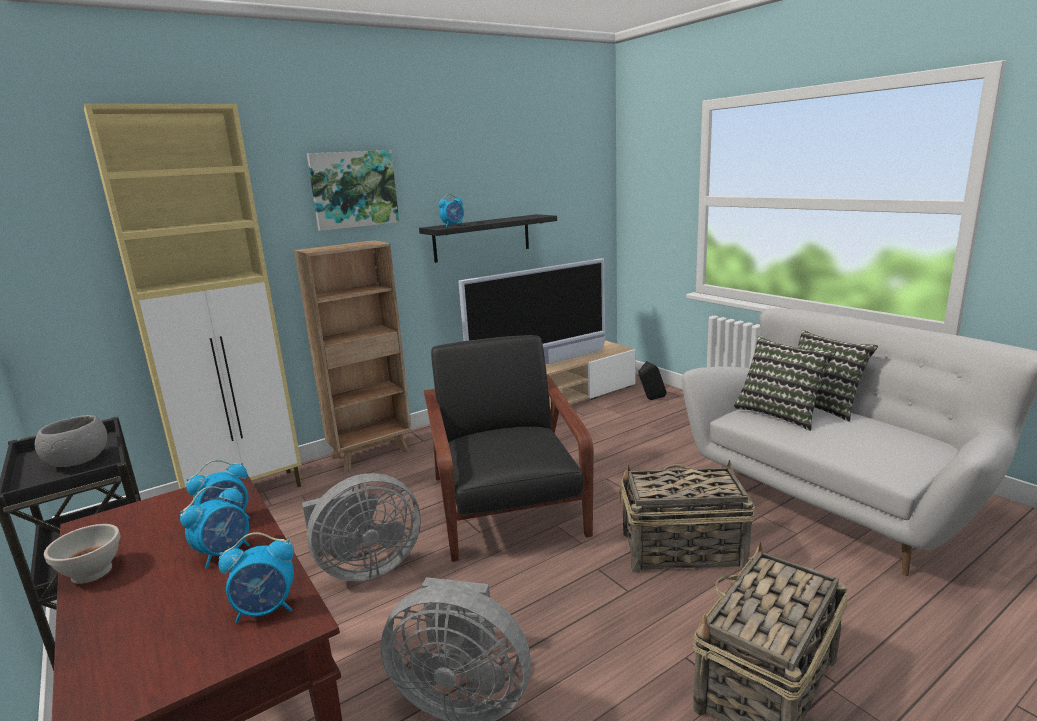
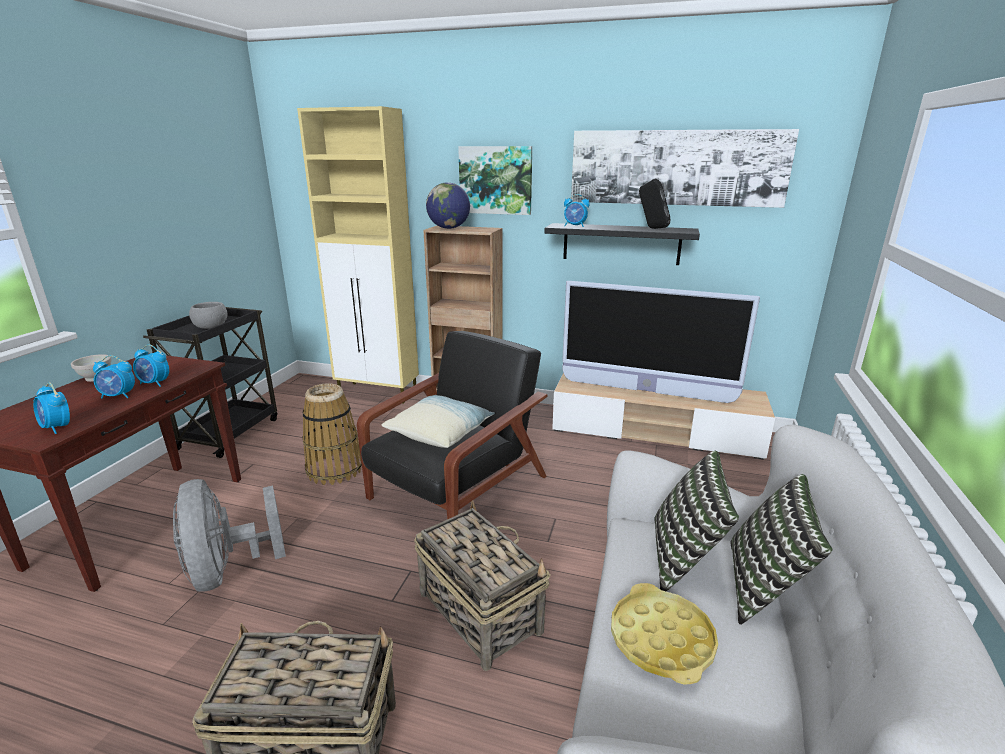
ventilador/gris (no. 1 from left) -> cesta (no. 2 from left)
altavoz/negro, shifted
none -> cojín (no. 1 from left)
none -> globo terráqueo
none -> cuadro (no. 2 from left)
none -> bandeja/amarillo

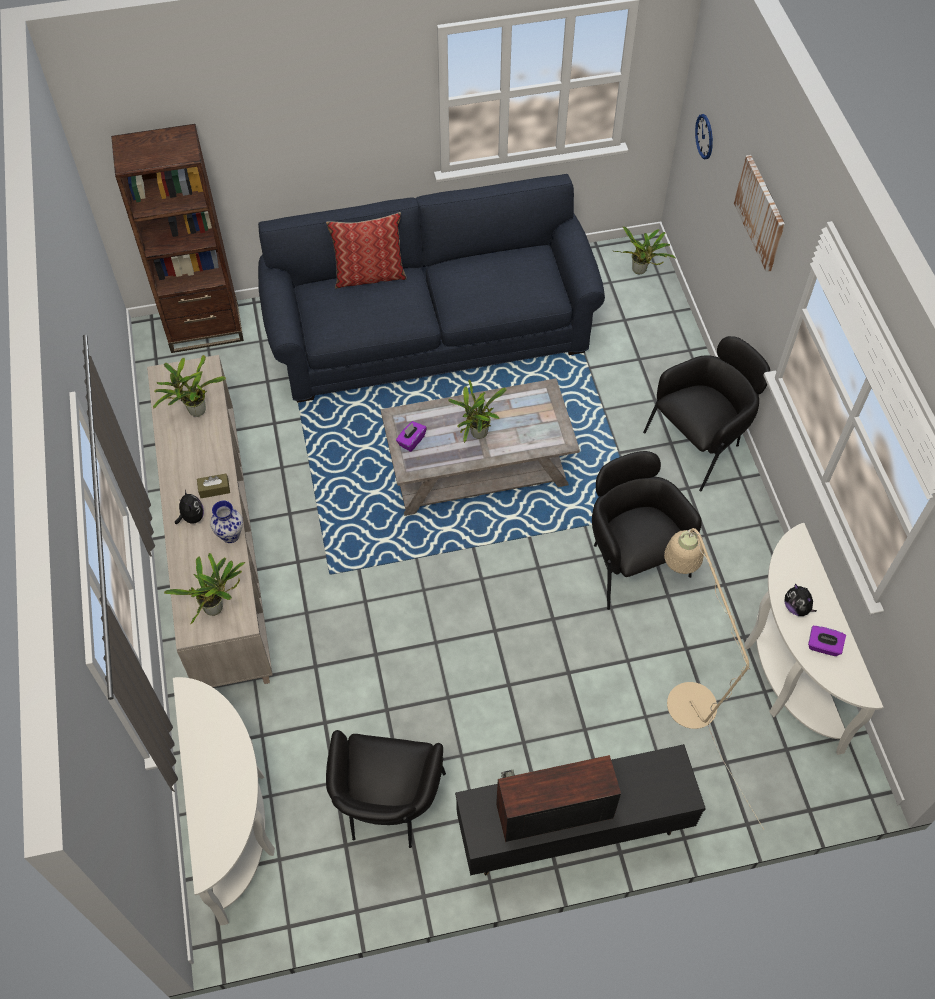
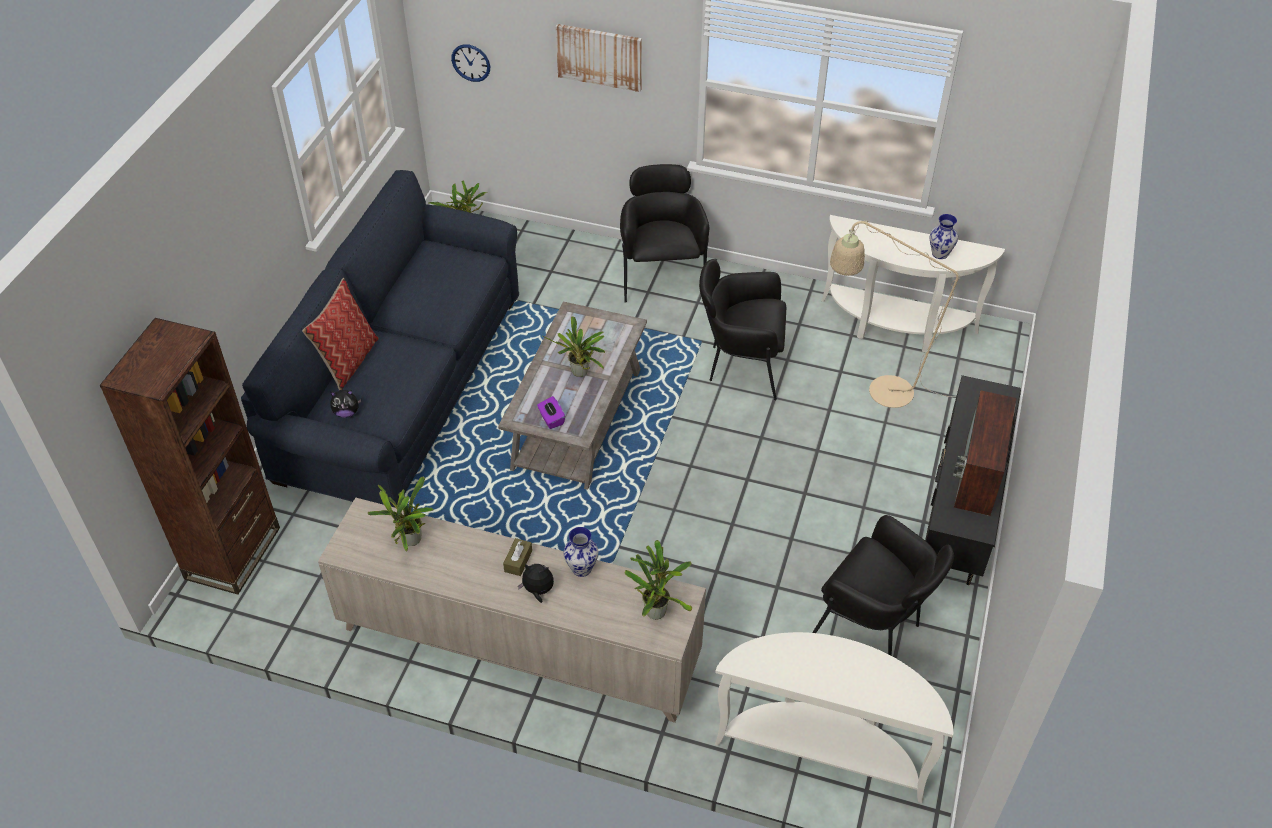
peluche (no. 2 from left in the first image) -> peluche (no. 1 from left), shifted
caja de pañuelos/morado (no. 2 from left) -> florero (no. 2 from left)

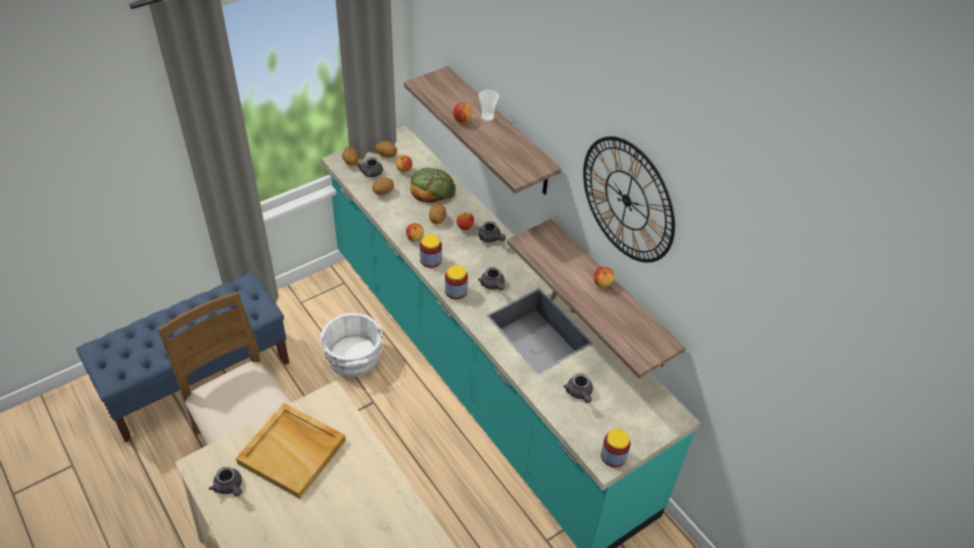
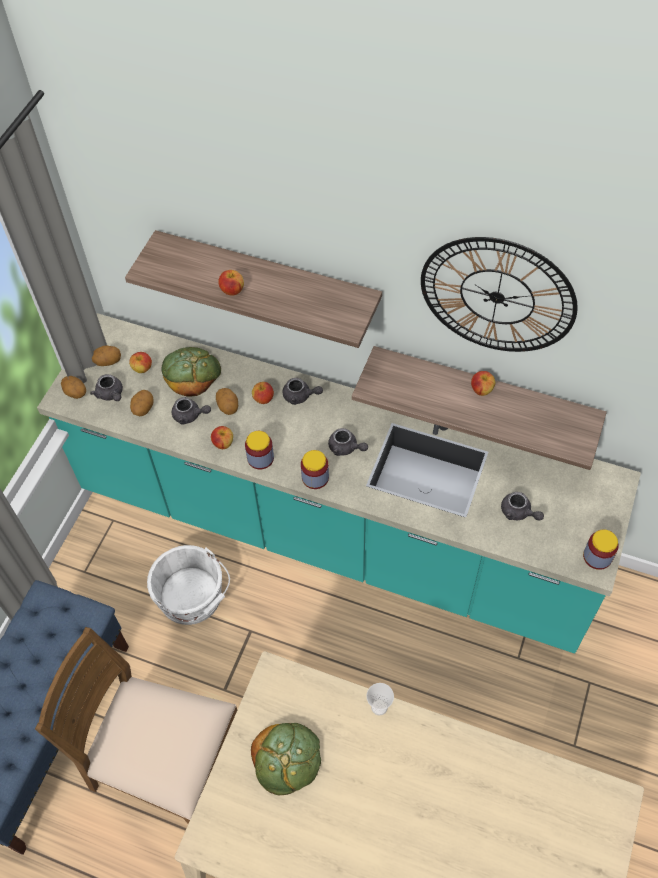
tetera/gris (no. 1 from left in the first image) -> tetera/gris (no. 2 from left), shifted
bandeja/beis -> pan (no. 2 from left)
taza, shifted

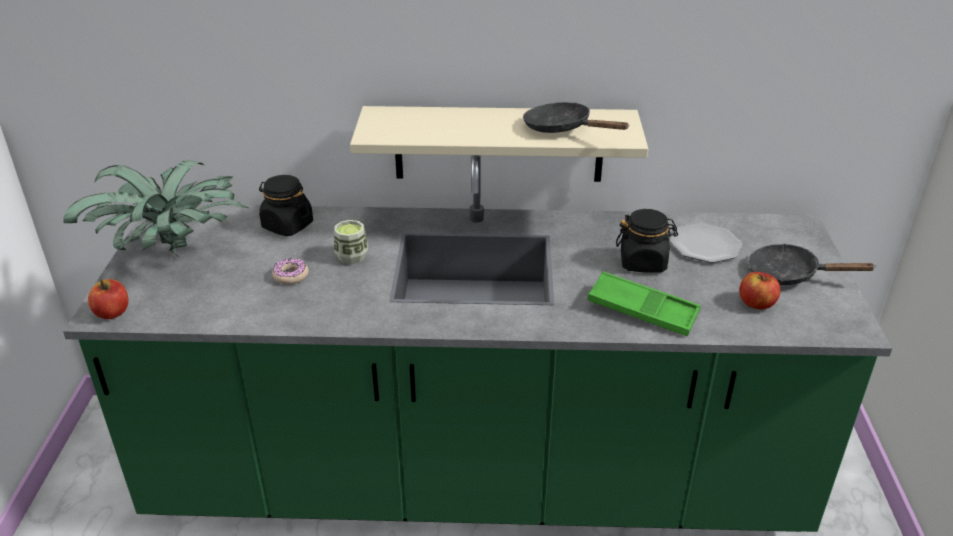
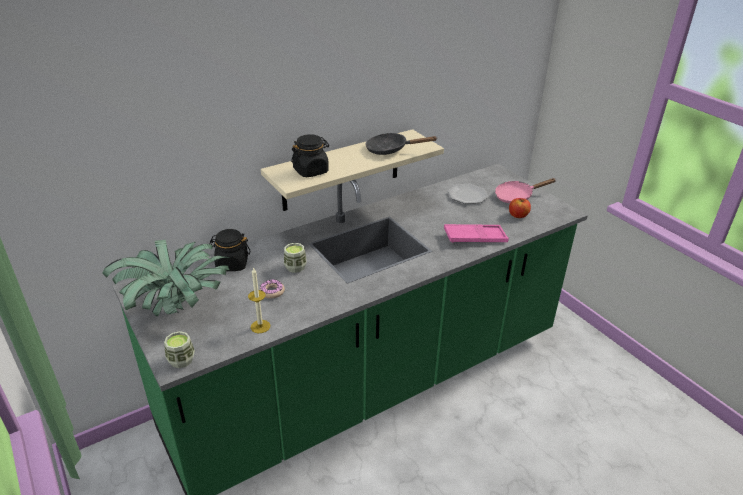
manzana (no. 1 from left) -> taza (no. 1 from left)
bandeja/verde -> bandeja/rosa
tarro/negro (no. 2 from left), shifted
sartén/negro (no. 2 from left) -> sartén/rosa
none -> vela

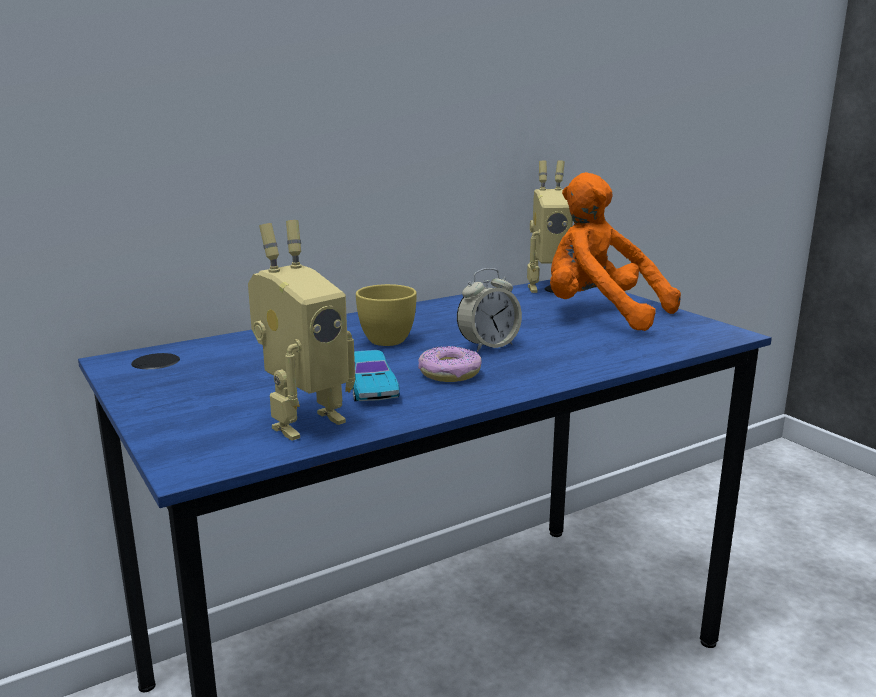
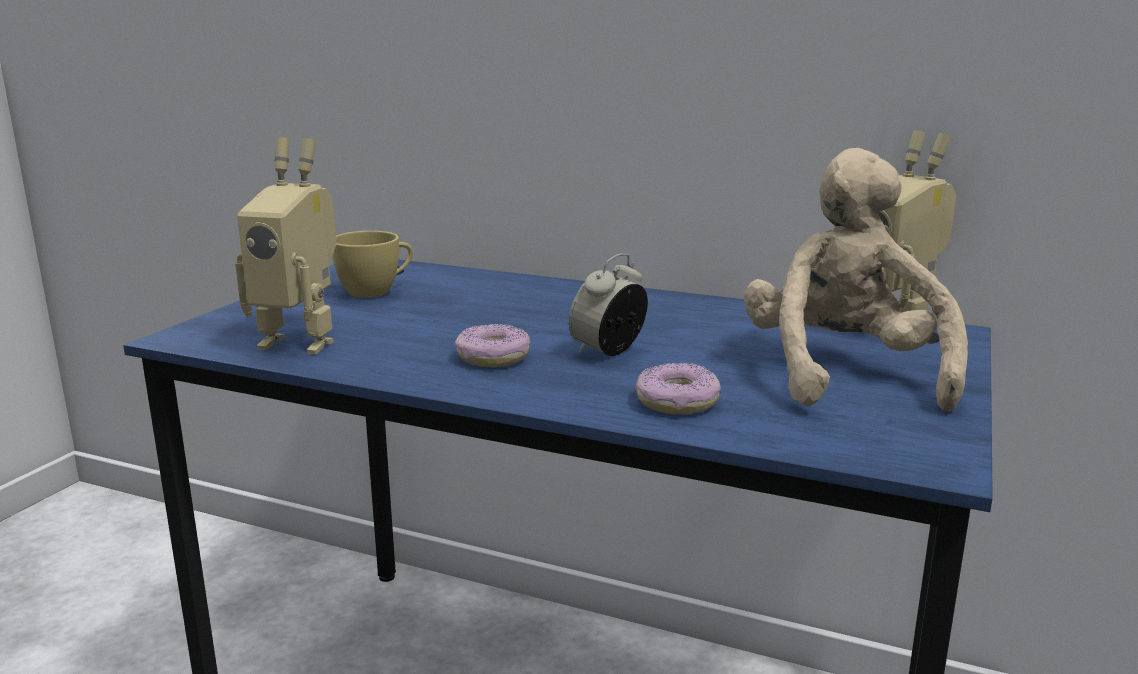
coche de juguete/turquesa -> none
taza/amarillo, shifted
despertador, 105 degrees clockwise
peluche/naranja -> peluche/beis
none -> rosquilla (no. 2 from left)

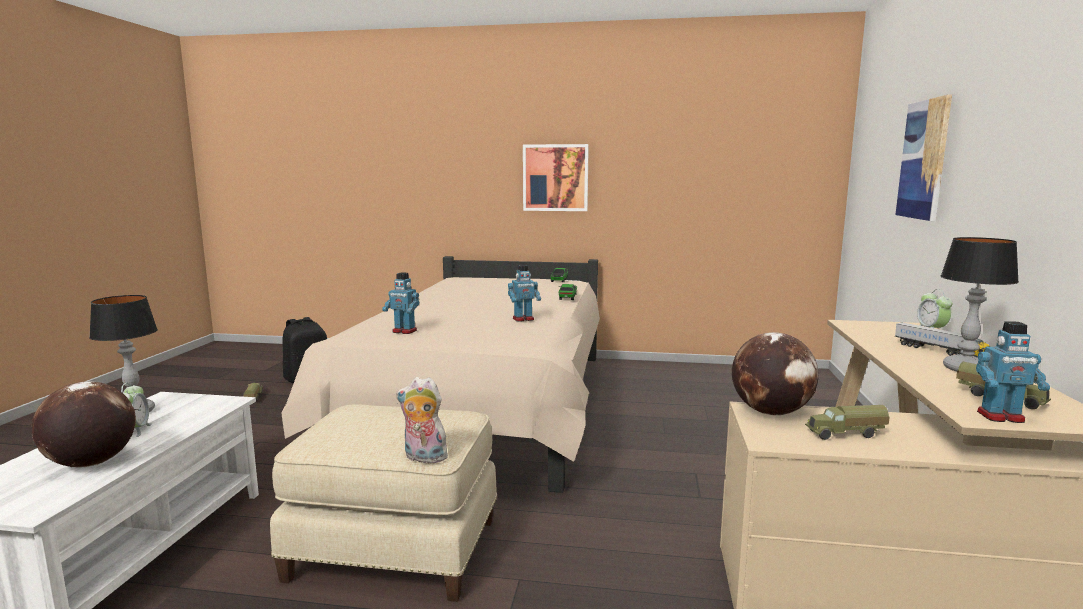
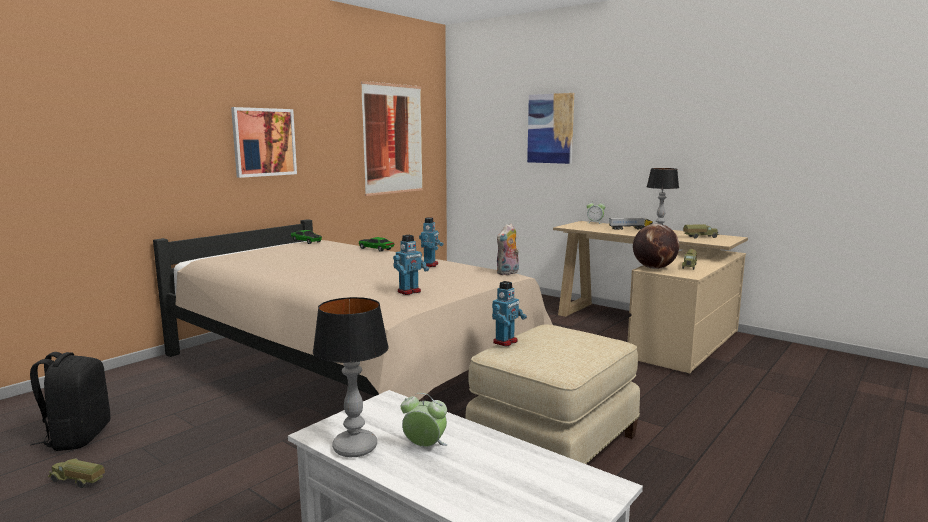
globo terráqueo (no. 1 from left) -> none
peluche, shifted
robot de juguete (no. 3 from left), shifted
none -> cuadro (no. 2 from left)

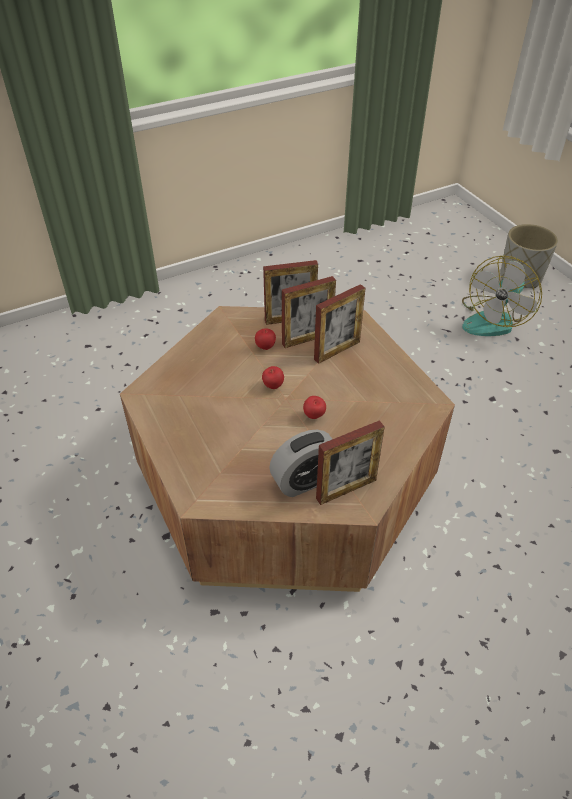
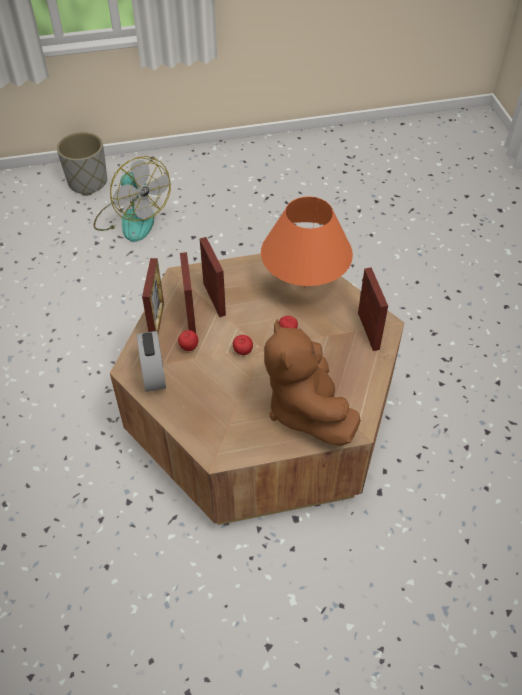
despertador, shifted
none -> lámpara de mesa/naranja
none -> peluche/marrón

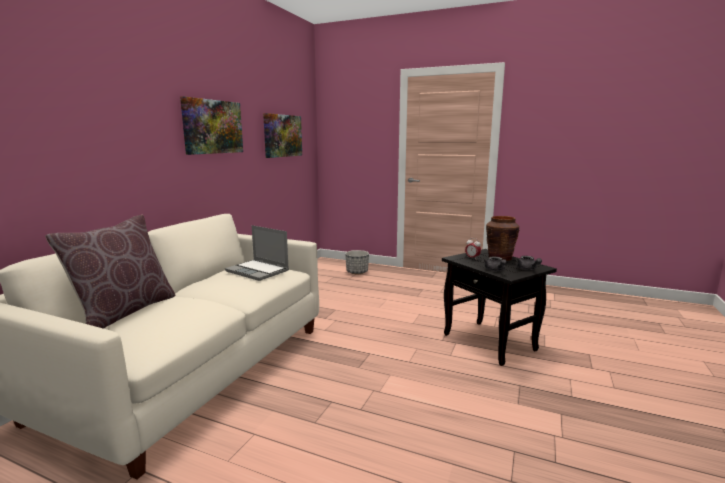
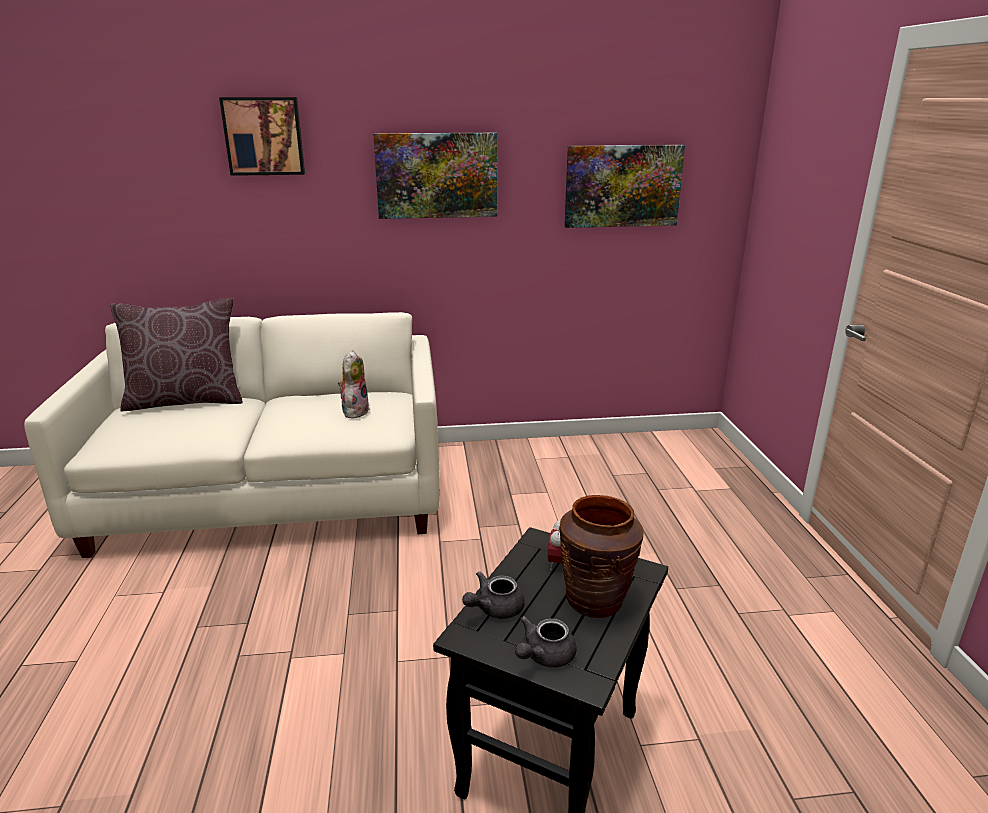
portátil -> peluche
maceta -> none
none -> cuadro (no. 1 from left)

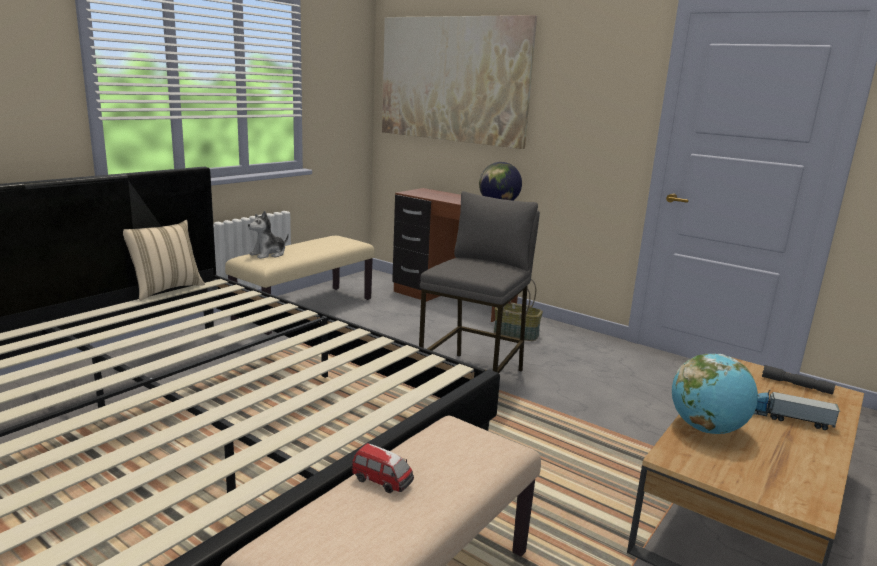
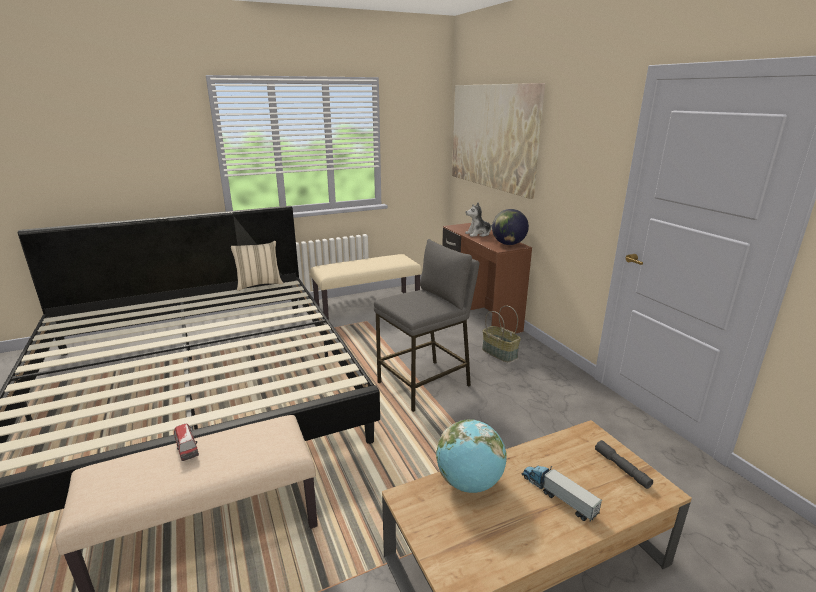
peluche, shifted

